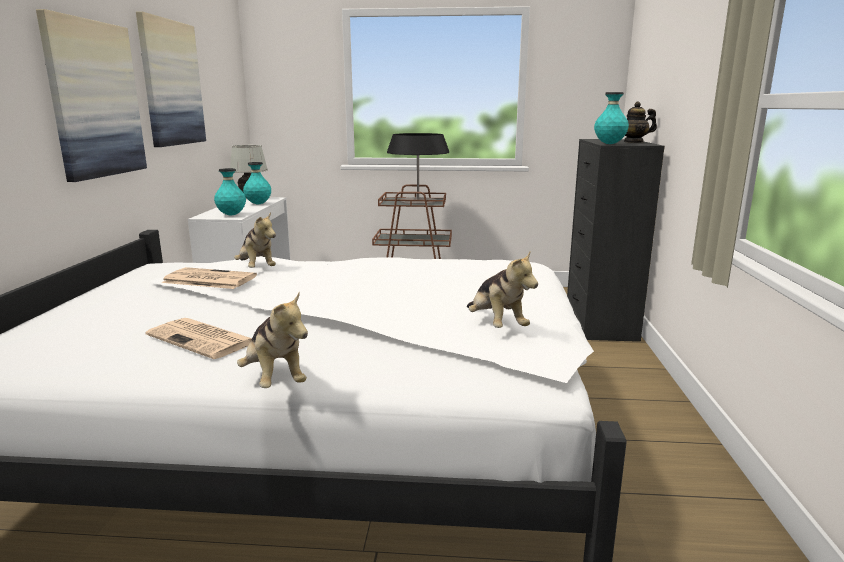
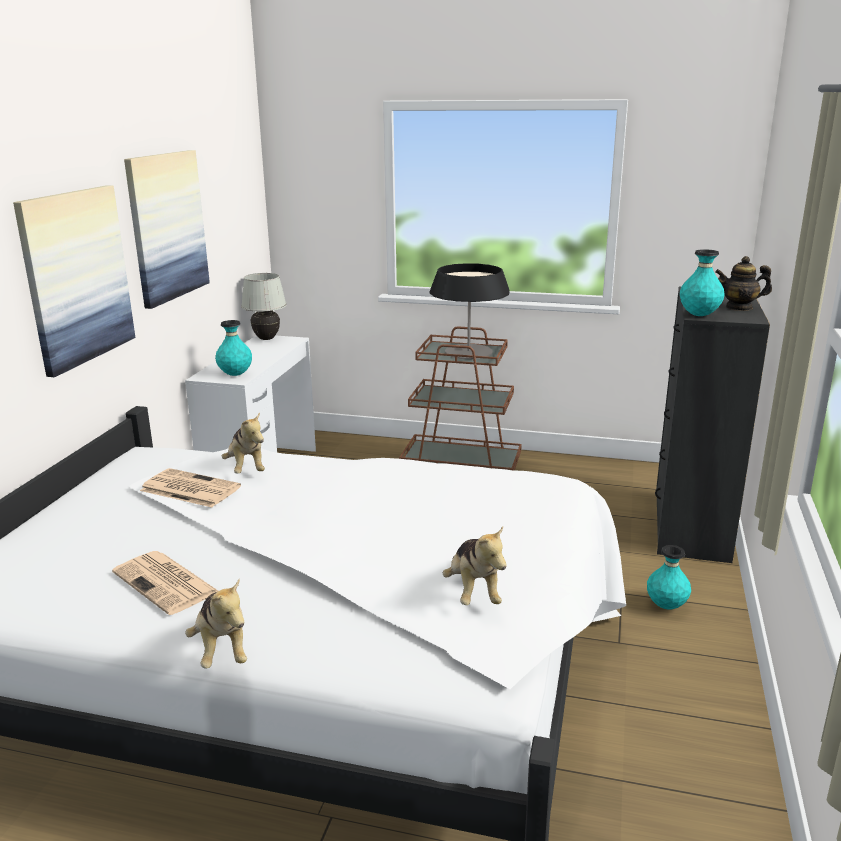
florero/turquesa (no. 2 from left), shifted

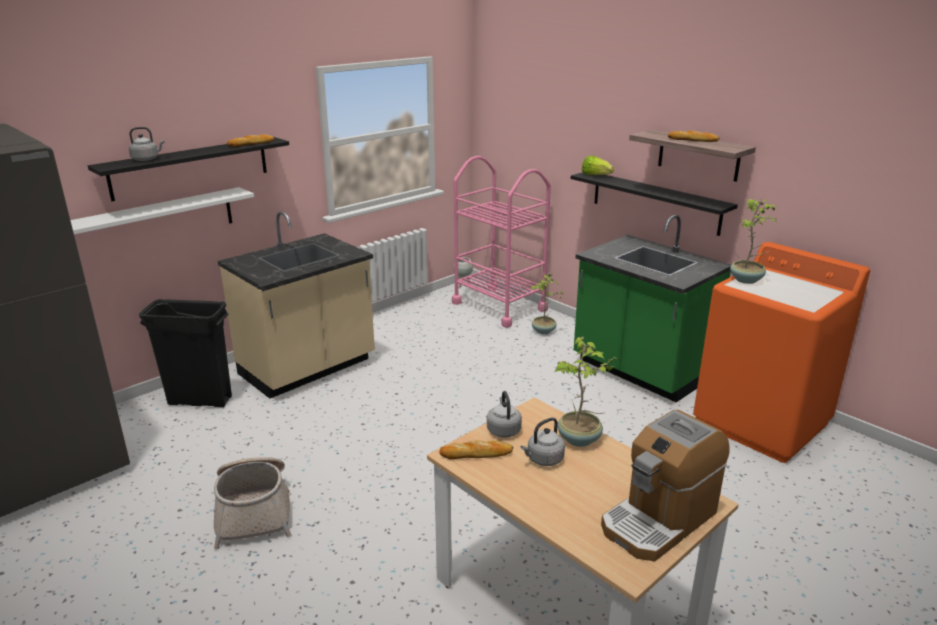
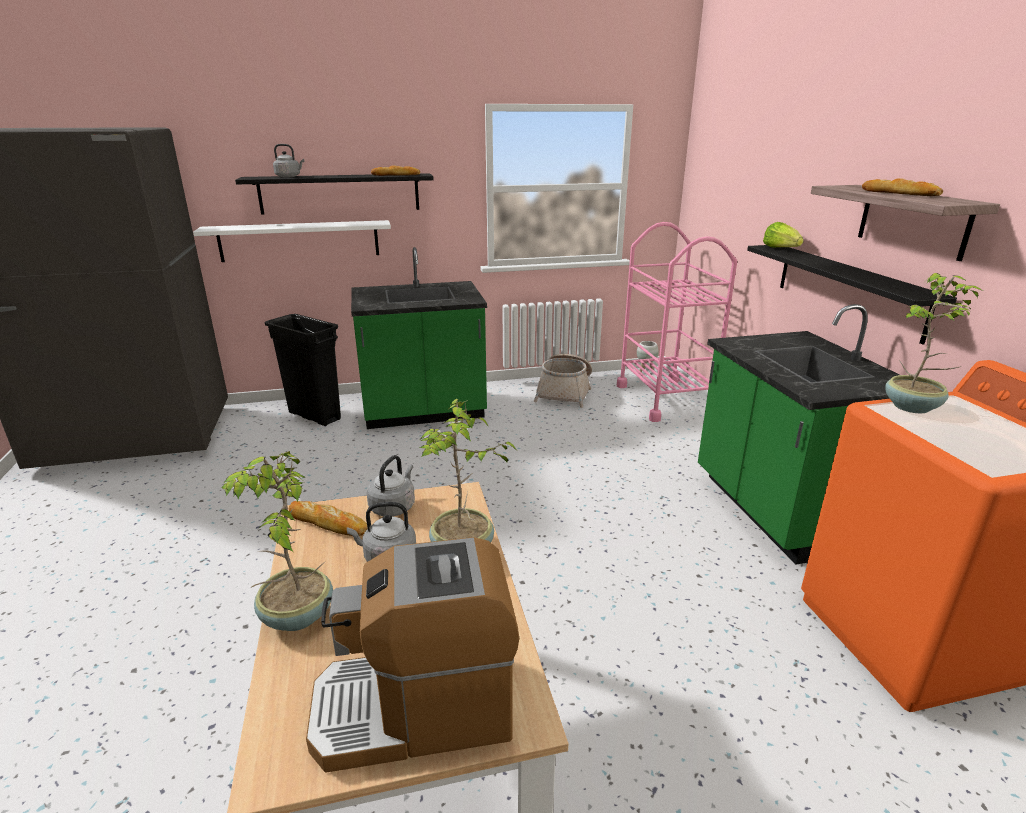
cesta, shifted
mueble bajo de cocina/beis -> mueble bajo de cocina/verde (no. 1 from left)
planta en maceta (no. 1 from left), shifted

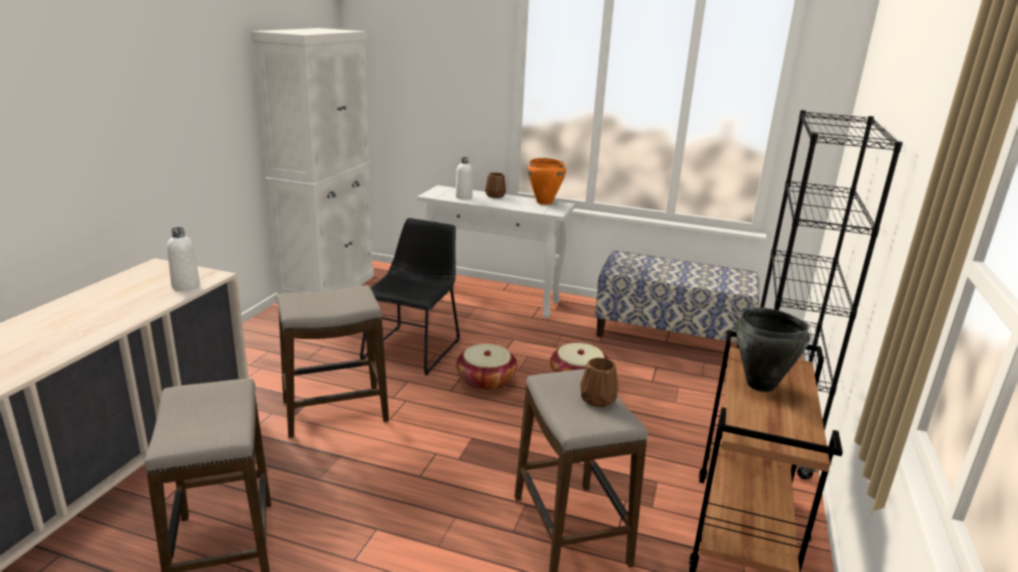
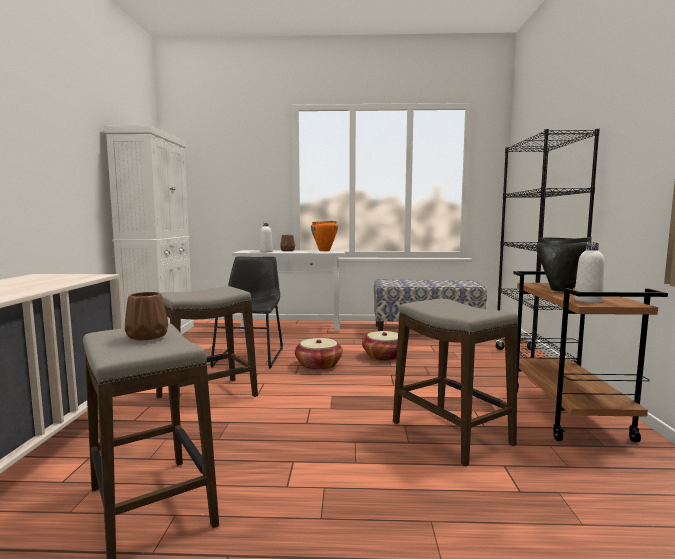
botella/blanco (no. 1 from left in the first image) -> botella/blanco (no. 2 from left), shifted
florero/marrón (no. 2 from left in the first image) -> florero/marrón (no. 1 from left), shifted

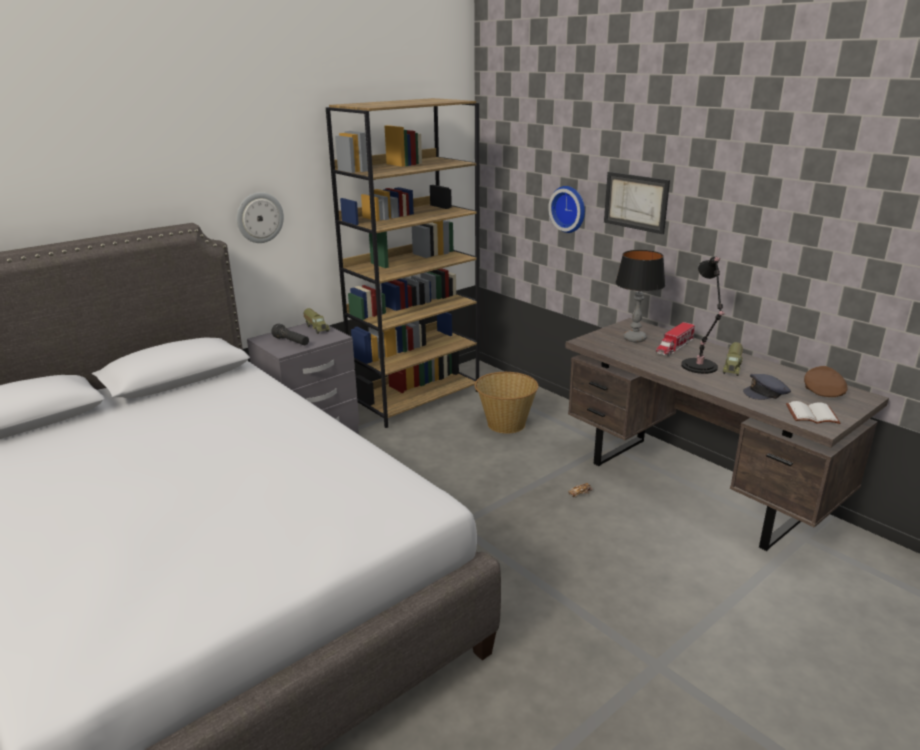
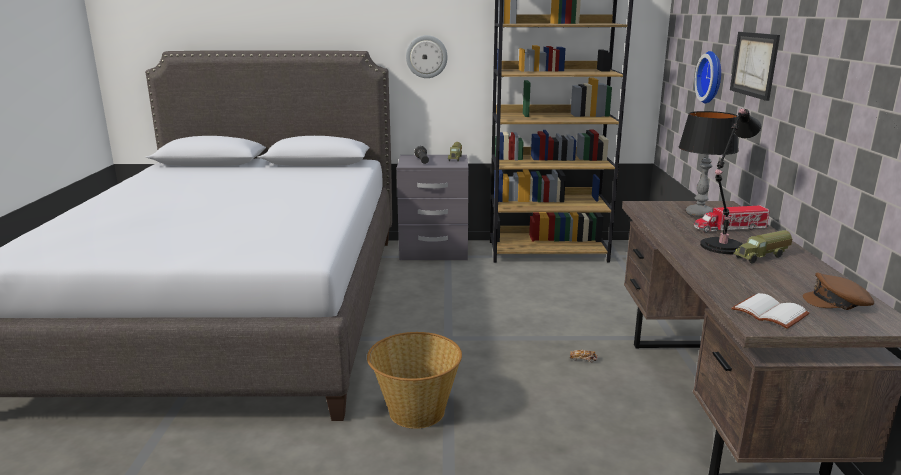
cesta, shifted
gorra/gris -> none
gorra/marrón, 135 degrees counterclockwise

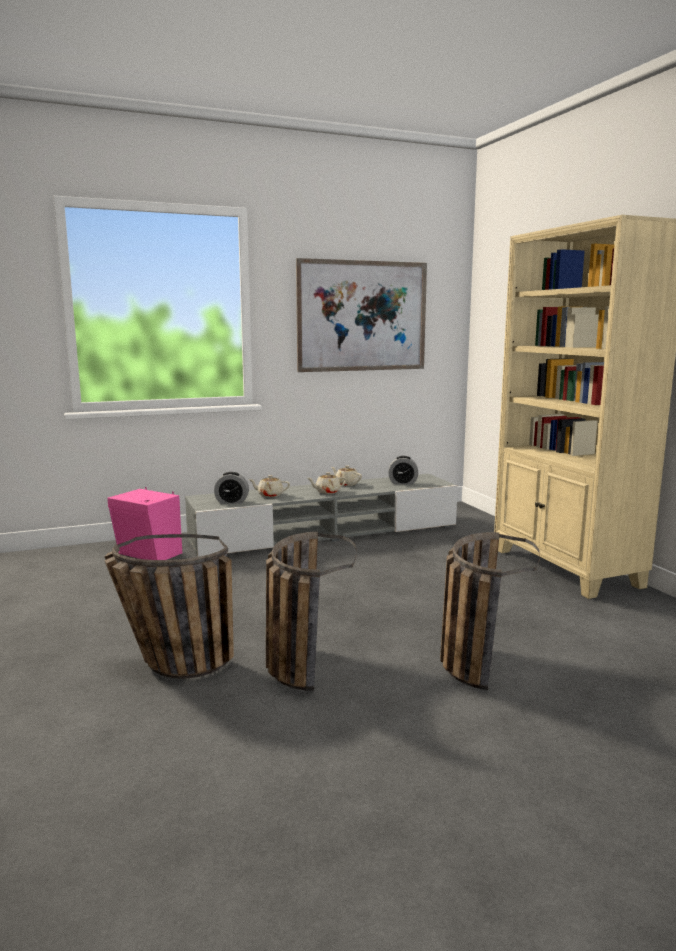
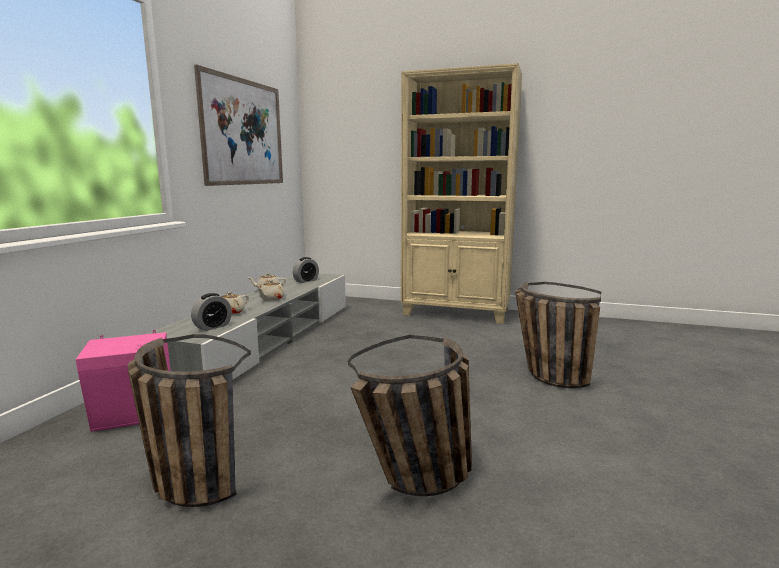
cesta (no. 2 from left in the first image) -> cesta (no. 1 from left), shifted

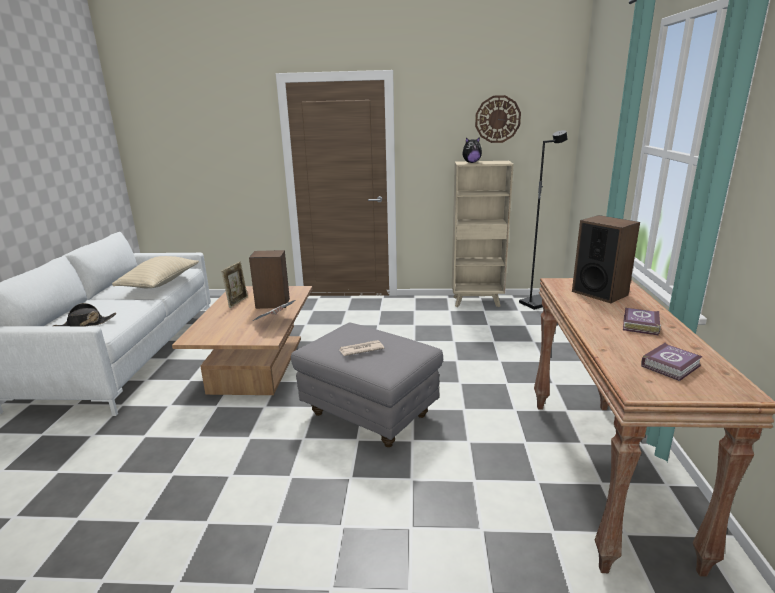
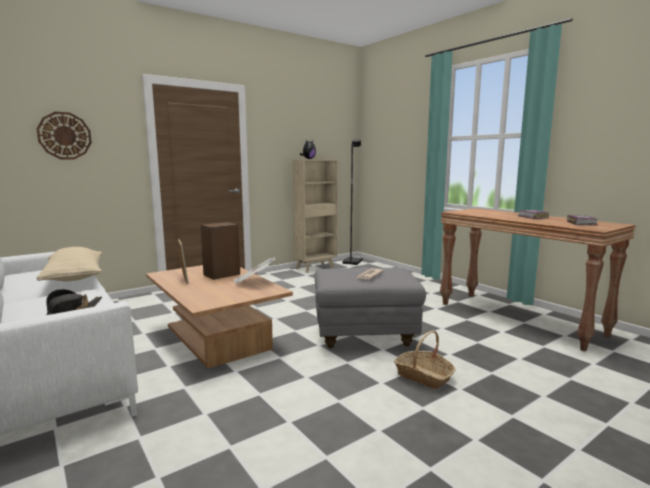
reloj de pared, shifted
altavoz (no. 2 from left) -> none
none -> cesta

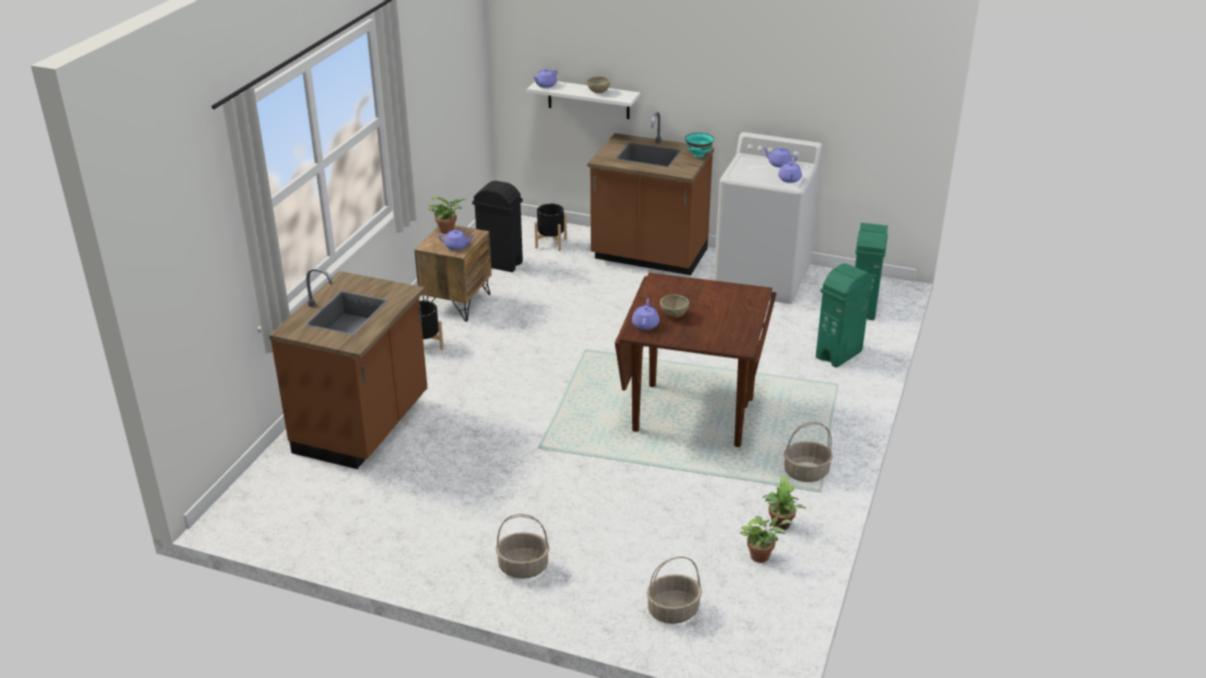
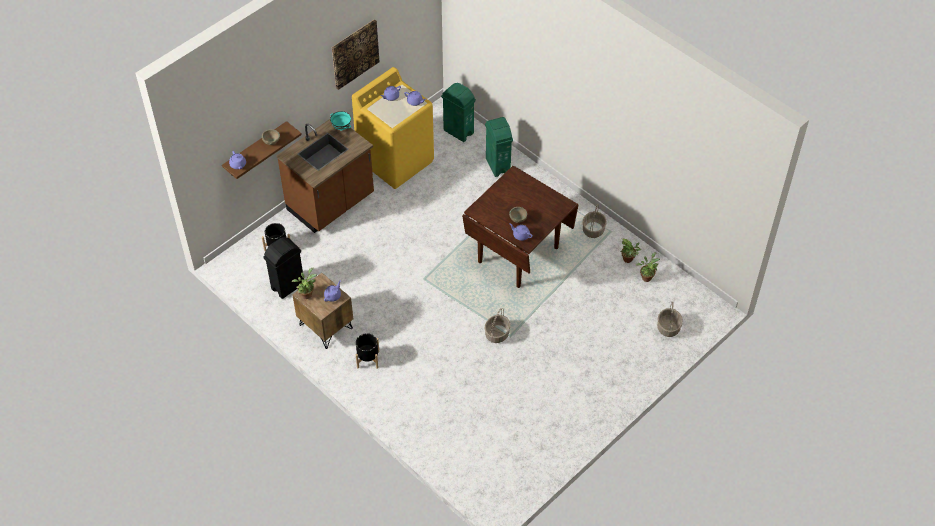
mueble bajo de cocina/marrón (no. 1 from left) -> none
cesta (no. 1 from left), shifted
estante/blanco -> estante/marrón
lavadora/blanco -> lavadora/amarillo
none -> cuadro

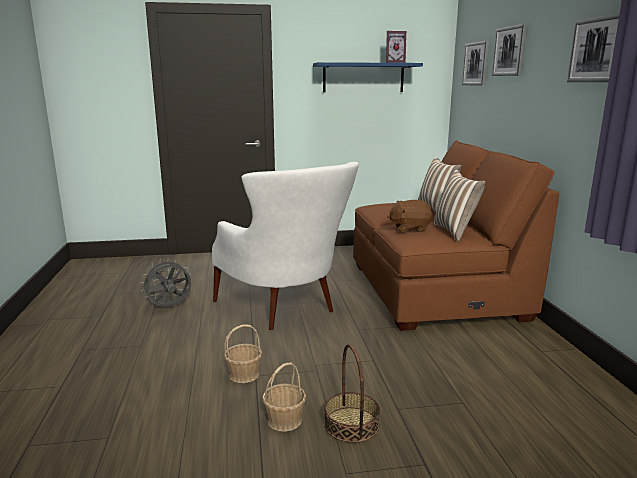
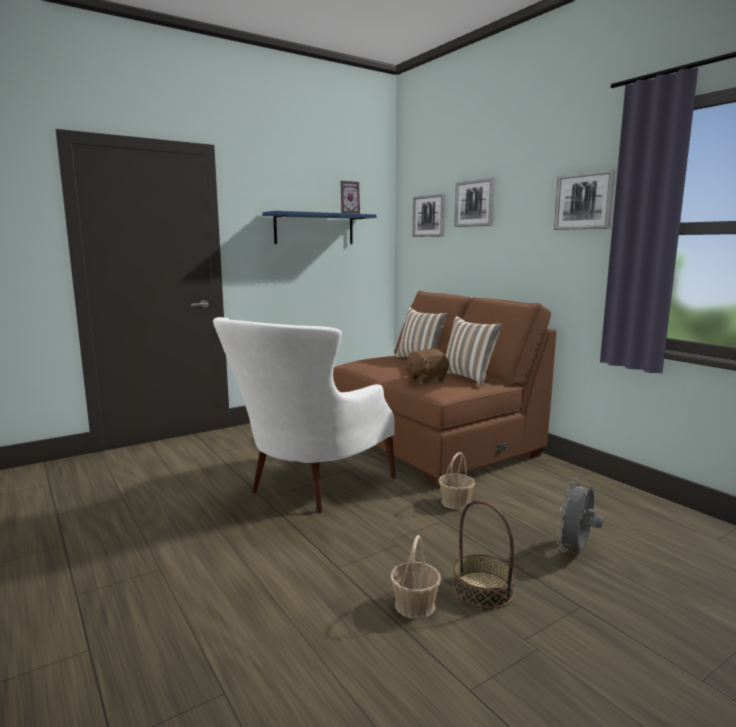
ventilador/gris, shifted
sillón/blanco, 90 degrees clockwise
cesta (no. 1 from left in the first image) -> cesta (no. 2 from left), shifted

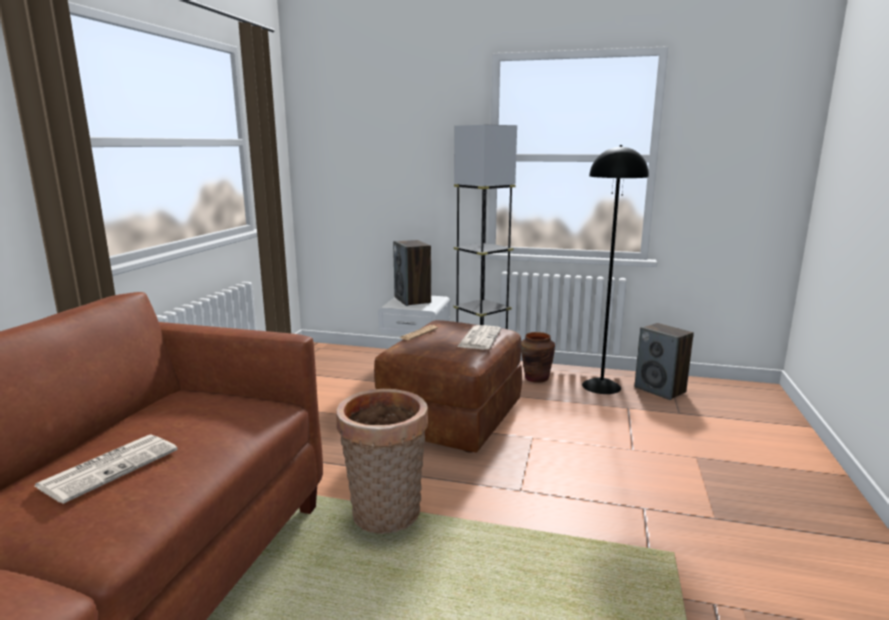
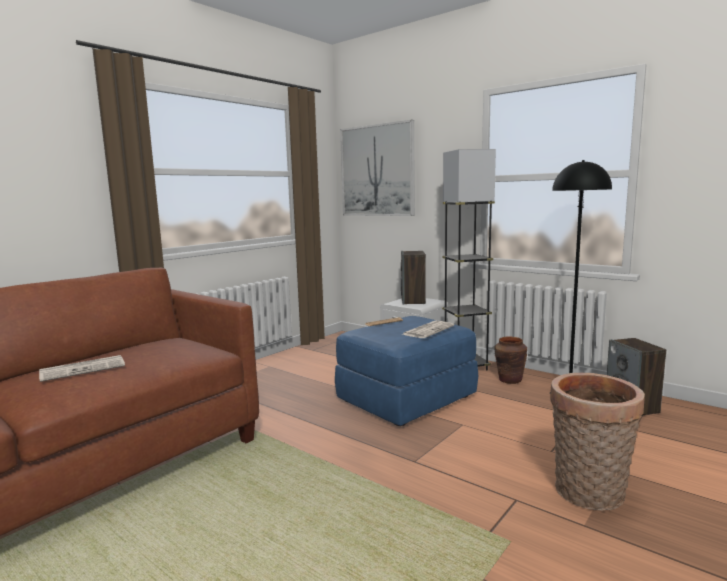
cesta, shifted
puf/marrón -> puf/azul
none -> cuadro

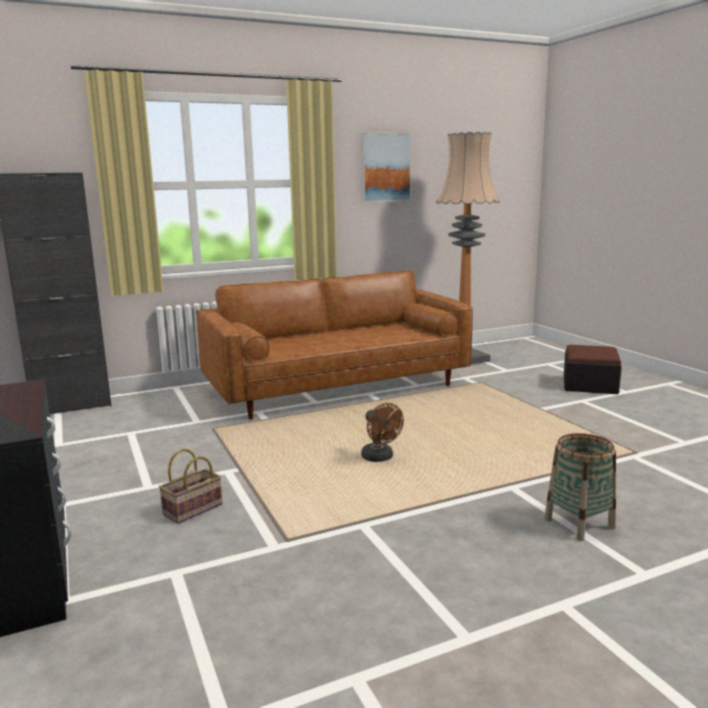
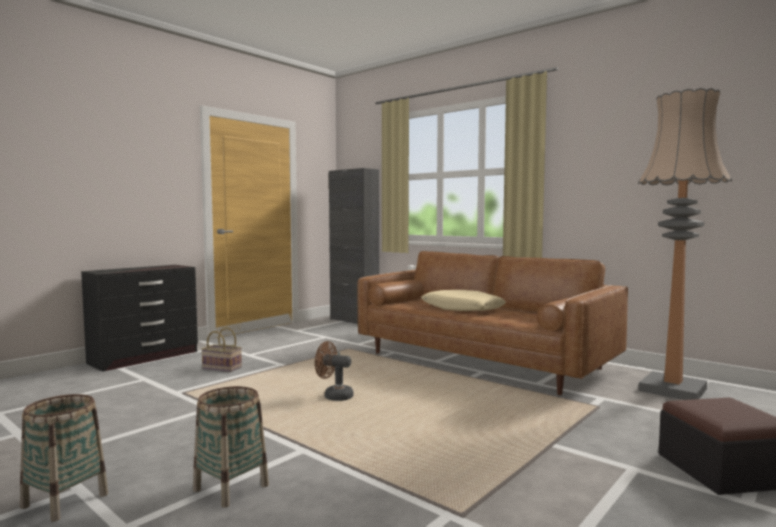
cuadro -> none
ventilador/marrón, 75 degrees clockwise
none -> cesta (no. 1 from left)
none -> cojín/beis

